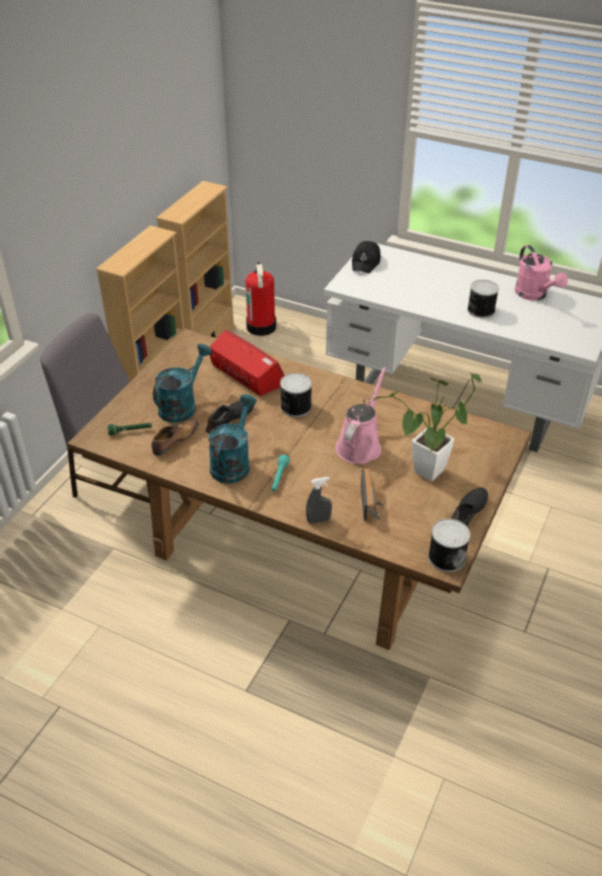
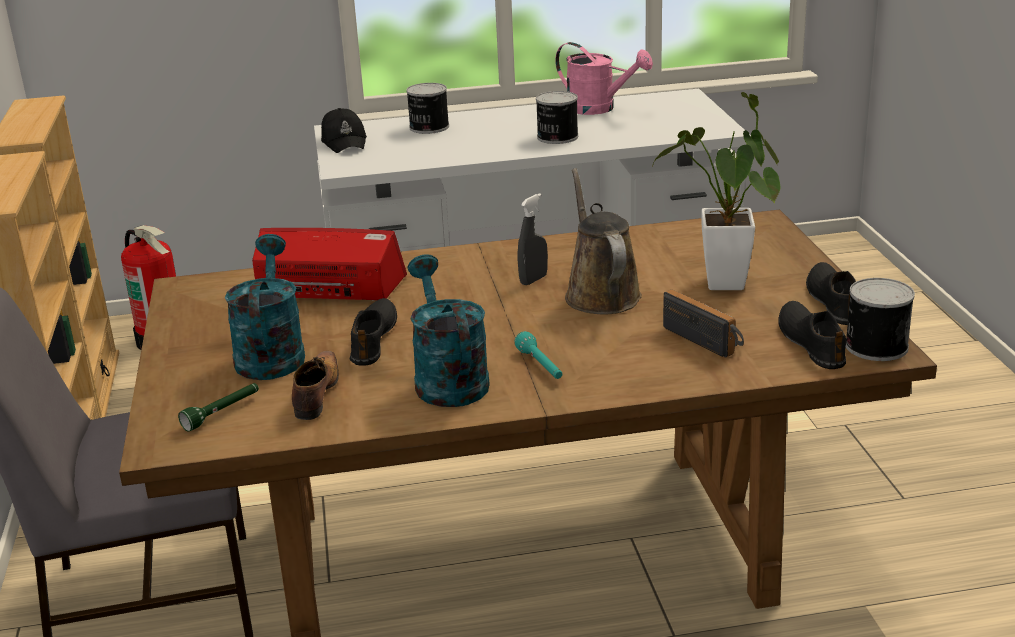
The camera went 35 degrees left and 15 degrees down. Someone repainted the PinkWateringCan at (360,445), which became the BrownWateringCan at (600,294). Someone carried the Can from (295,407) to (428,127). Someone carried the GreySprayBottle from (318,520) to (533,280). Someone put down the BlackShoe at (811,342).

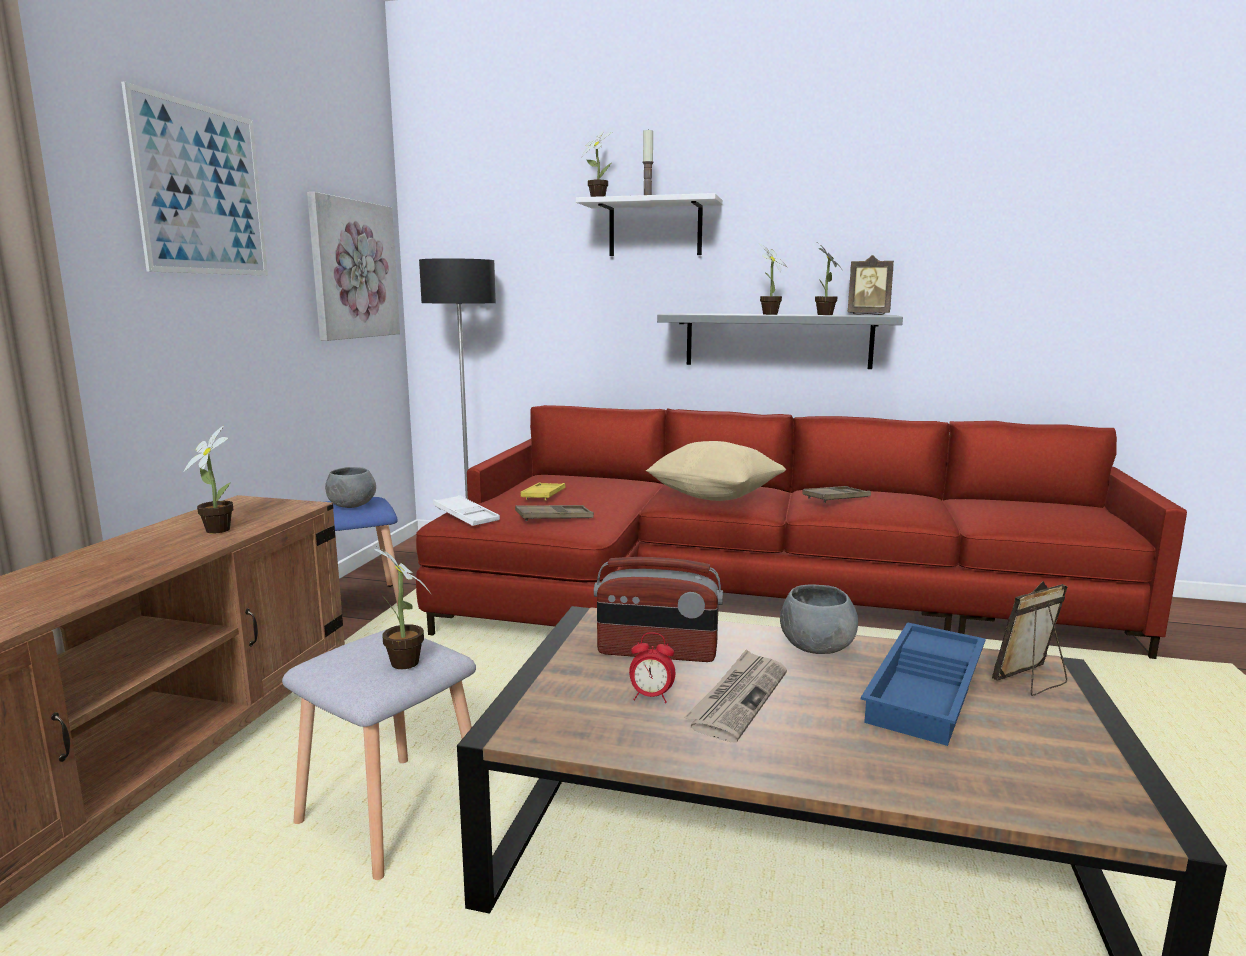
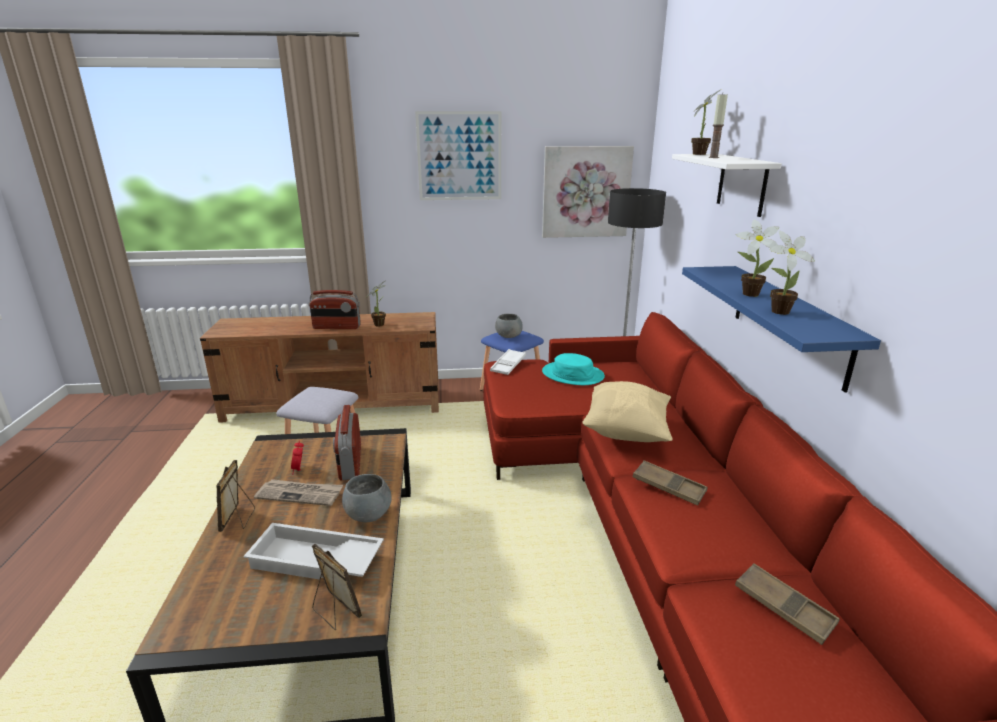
The camera went 70 degrees right and 10 degrees up. Someone carried the PictureFrame from (868,314) to (238,519). Someone repainted the GreyShelf at (778,340), which became the BlueShelf at (788,322). Someone swapped the YellowTray at (543,495) for the TurquoiseHat at (573,374). Someone carried the BrownTray from (554,518) to (783,607). Someone took away the PottedPlant at (405,665). Someone repainted the BlueTray at (928,692), which became the WhiteTray at (314,561). Someone put down the Radio at (336,327).

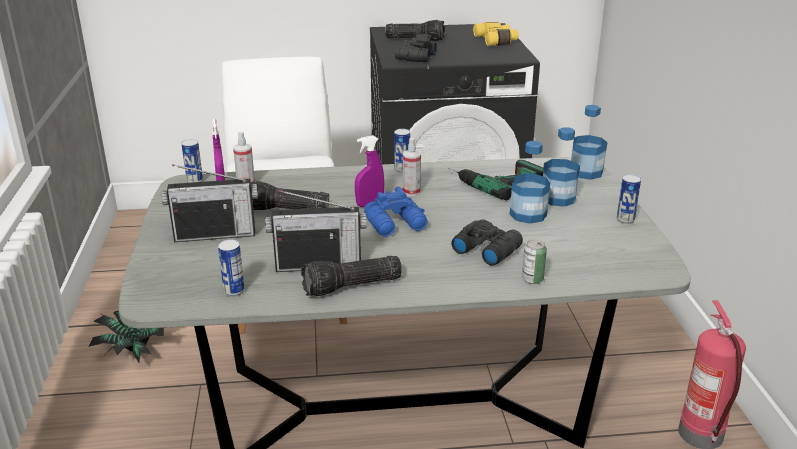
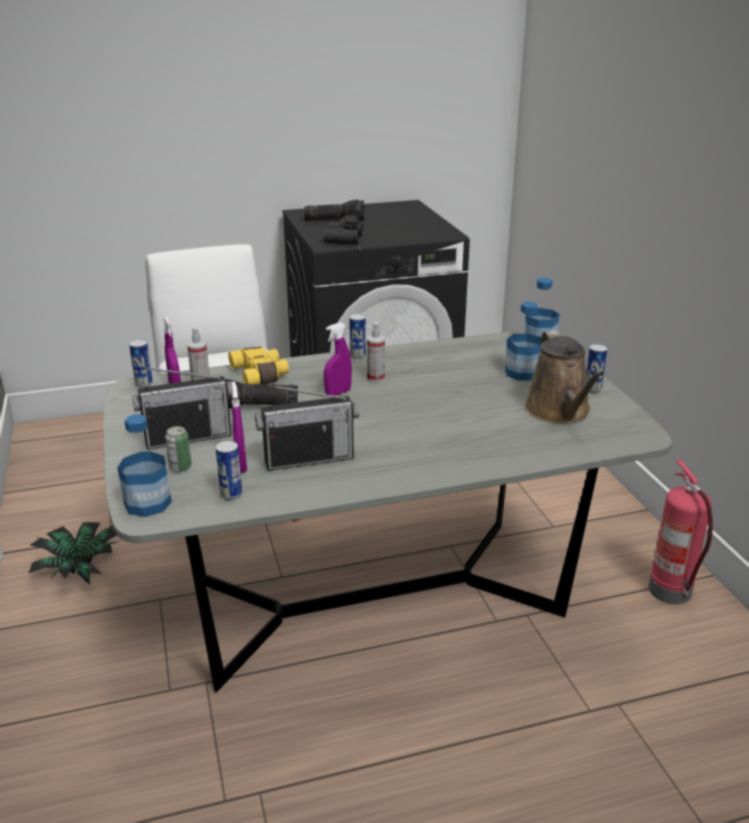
The camera went 10 degrees left and 0 degrees up. Someone carried the YellowBinoculars from (497,41) to (261,375). Someone carried the Bottle from (528,214) to (148,503). Someone took away the PowerDrill at (494,181). Someone took away the BlueBinoculars at (397,225). Someone took away the BlackBinoculars at (486,249). Someone carried the Can from (532,279) to (180,467). Someone took away the Flashlight at (352,287). Someone put down the BrownWateringCan at (559,412). Someone put down the PurpleSprayBottle at (241,465).

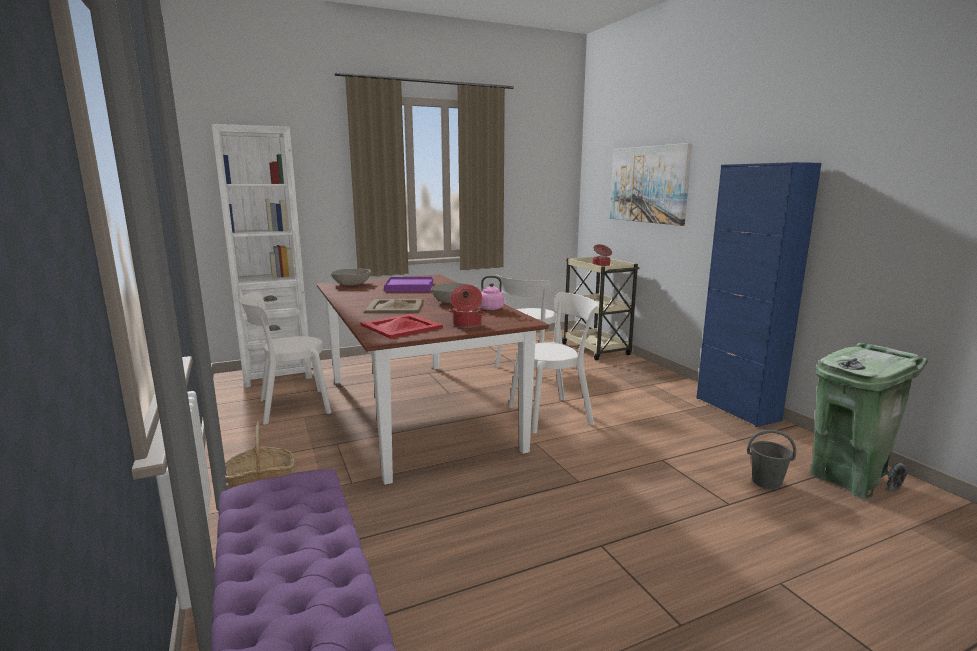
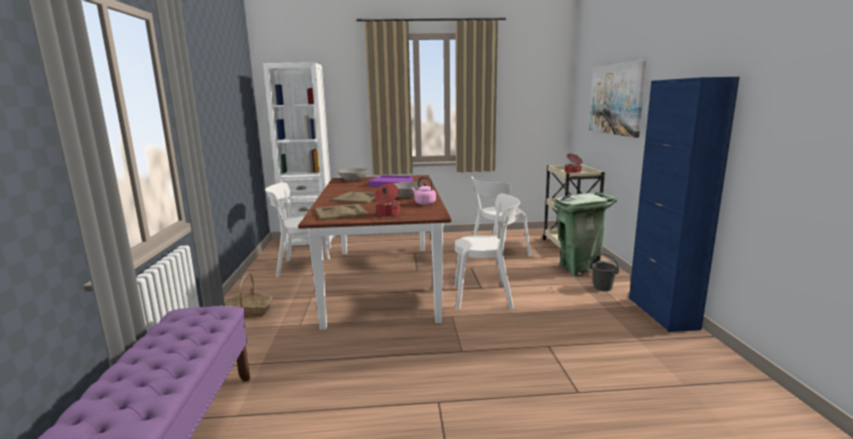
The camera went 20 degrees right and 0 degrees up. Someone repainted the RedTray at (401,326), which became the BeigeTray at (340,212). Someone carried the GreenTrashCan from (848,479) to (580,270). Someone carried the GreyBucket from (766,482) to (602,287).

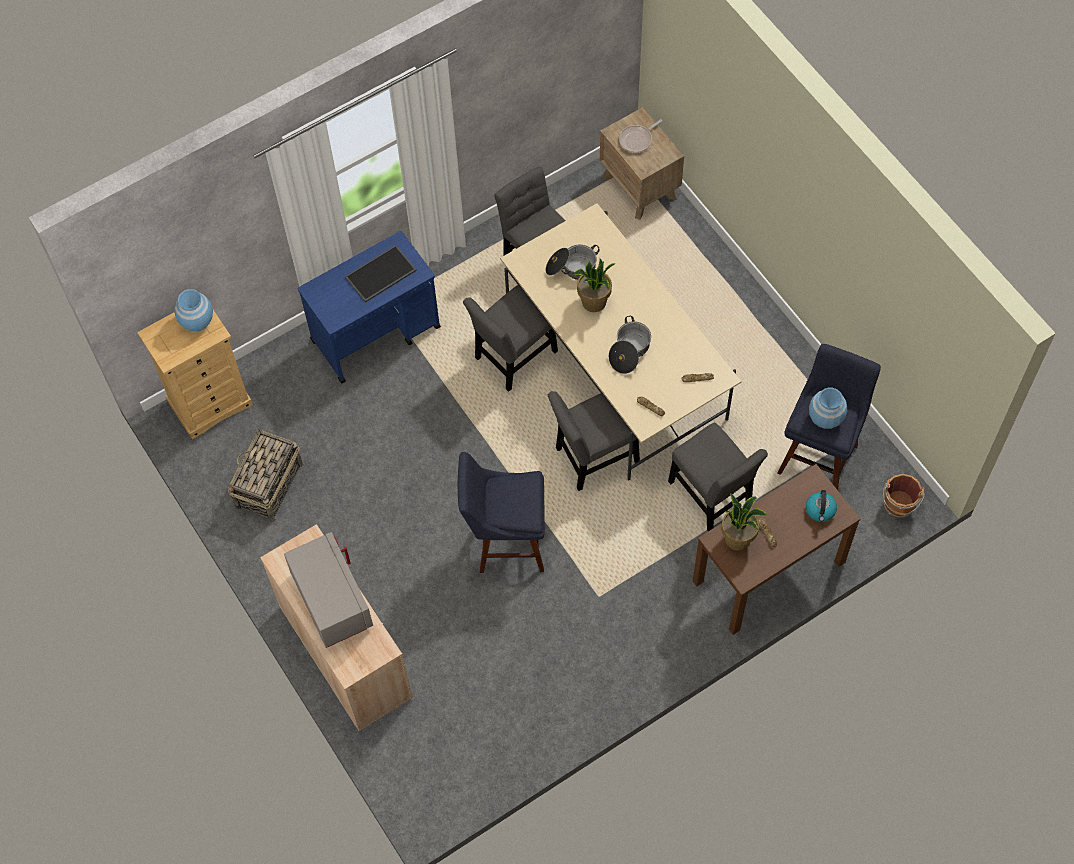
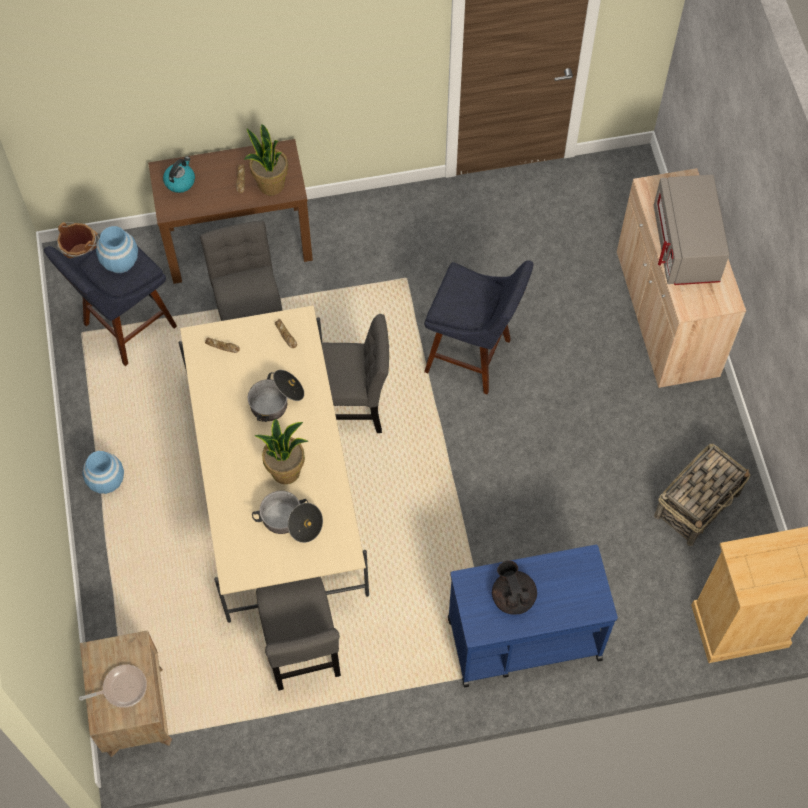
The camera went 160 degrees left and 0 degrees up. Someone swapped the Tray at (380,275) for the BlackTeapot at (513,596). Someone took away the GreyChair at (513,358). Someone carried the BlueVase from (197,321) to (106,481).

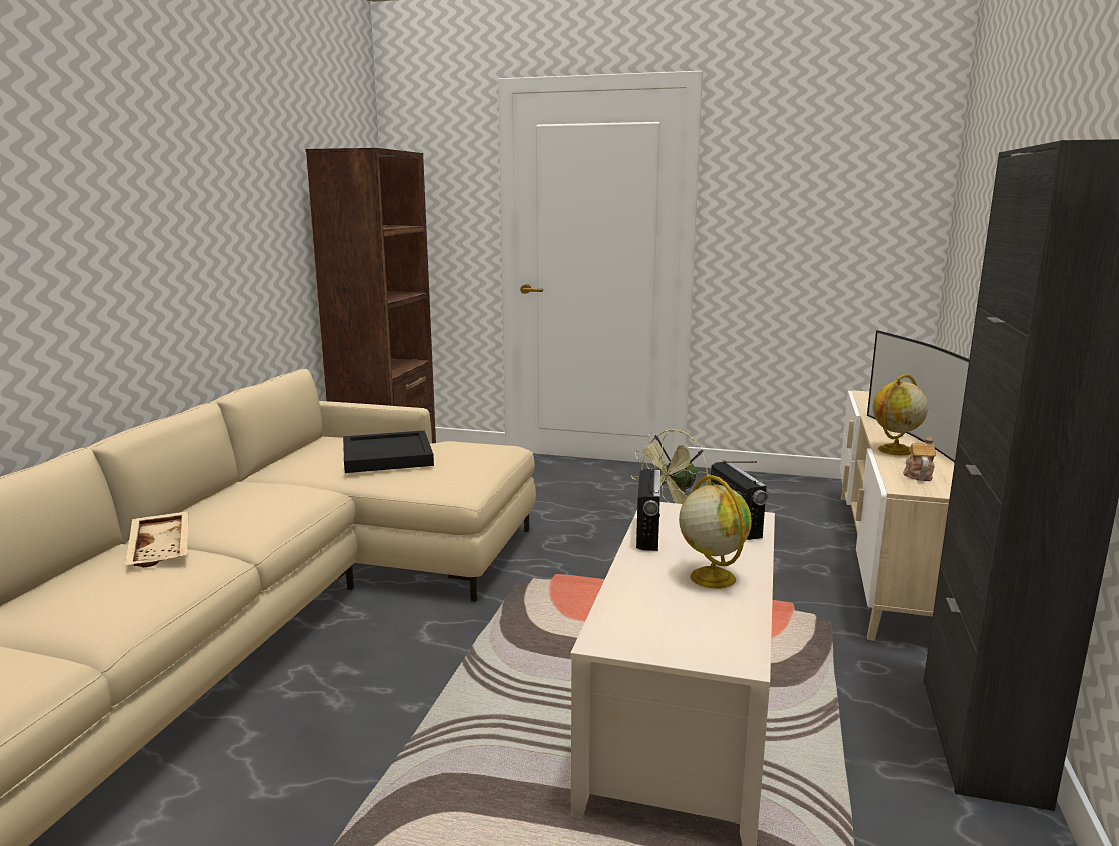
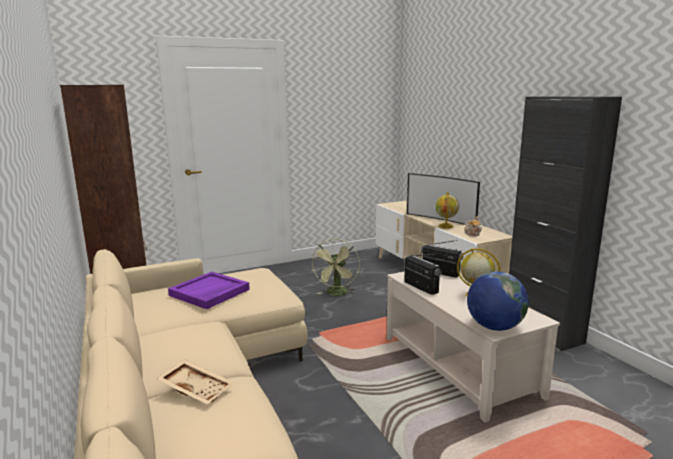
The camera went 40 degrees left and 0 degrees up. Someone repainted the BlackTray at (386,456), which became the PurpleTray at (209,293). Someone put down the Globe at (494,327).

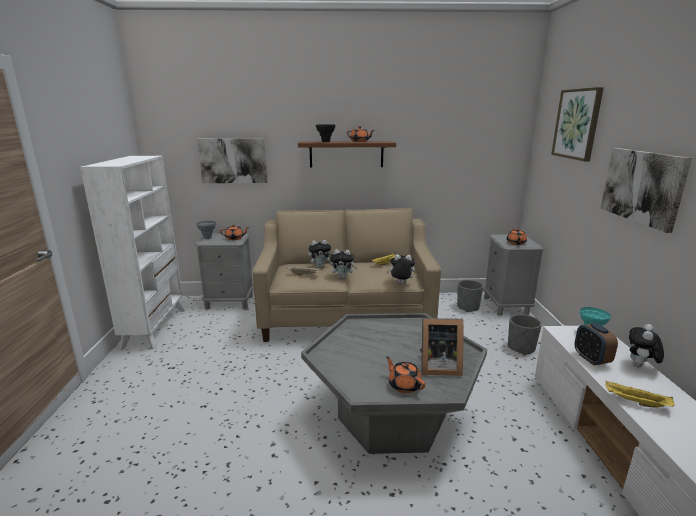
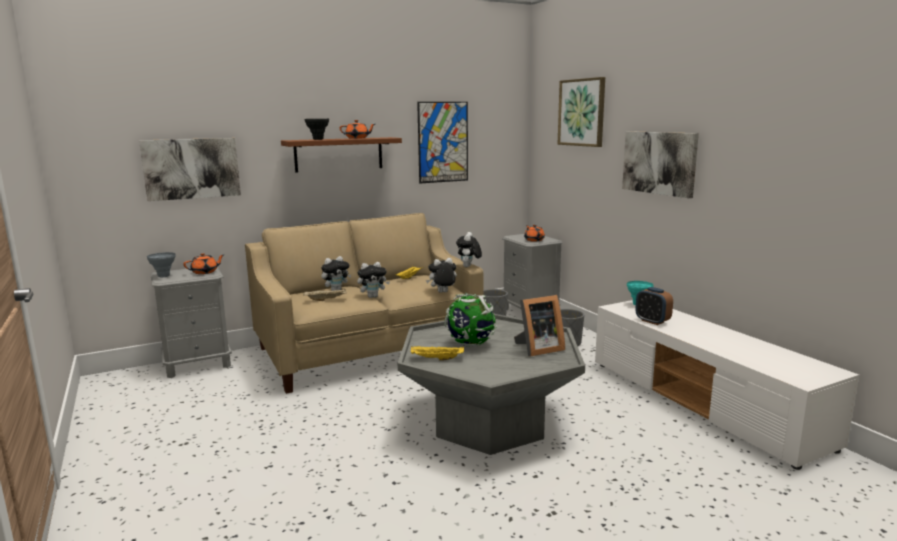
The camera went 25 degrees left and 5 degrees down. Someone took away the WhiteBookcase at (155,328). Someone carried the PlushToy from (640,366) to (468,267). Someone took away the OrangeTeapot at (404,385). Someone carried the YellowTray from (635,402) to (436,359). Someone put up the Picture at (443,142). Someone put down the Globe at (470,344).

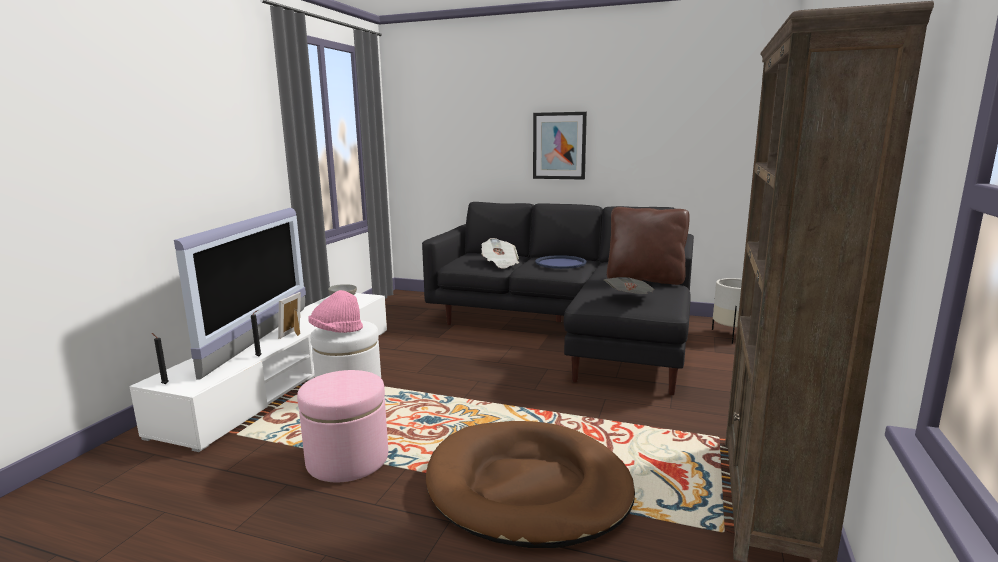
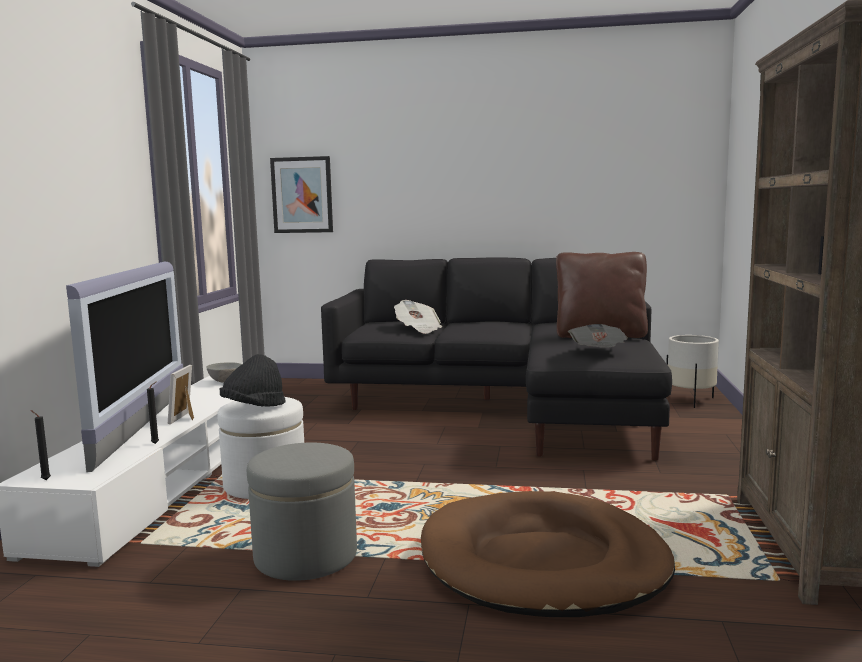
The camera went 10 degrees left and 5 degrees down. Someone carried the Picture from (559,146) to (302,195). Someone took away the BlueTray at (560,263). Someone repainted the PinkHat at (336,332), which became the BlackHat at (253,408). Someone repainted the PinkOttoman at (347,459), which became the GreyOttoman at (305,556).

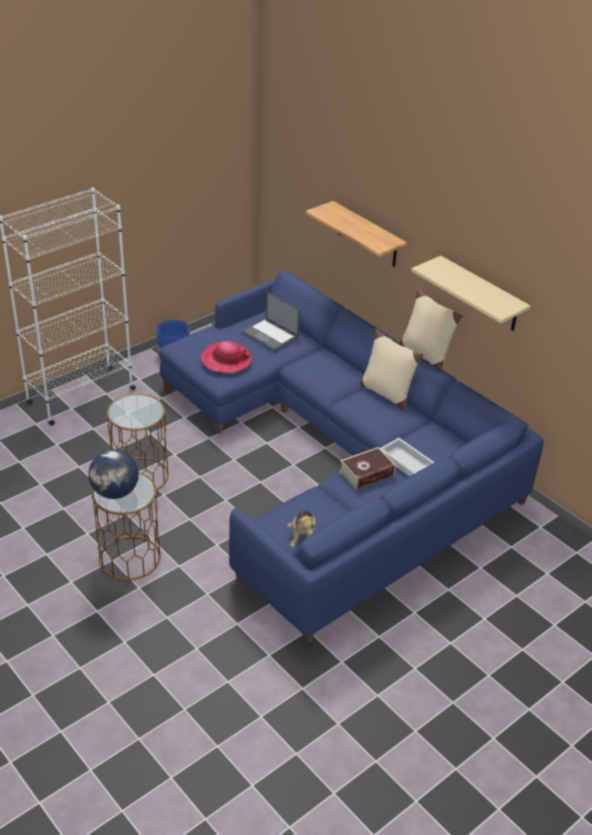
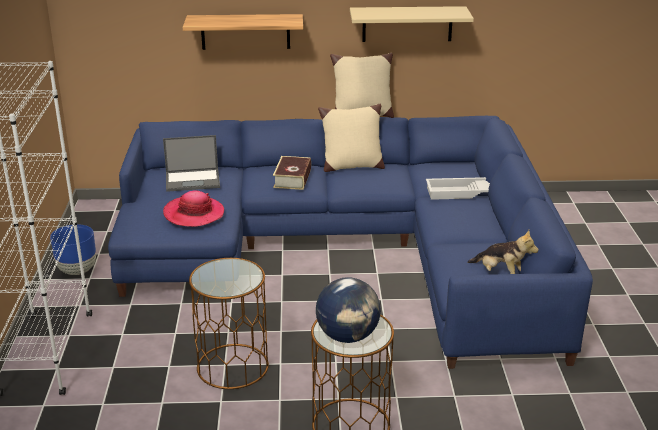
The camera went 50 degrees left and 10 degrees down. Someone carried the Book from (366,473) to (292,178).

